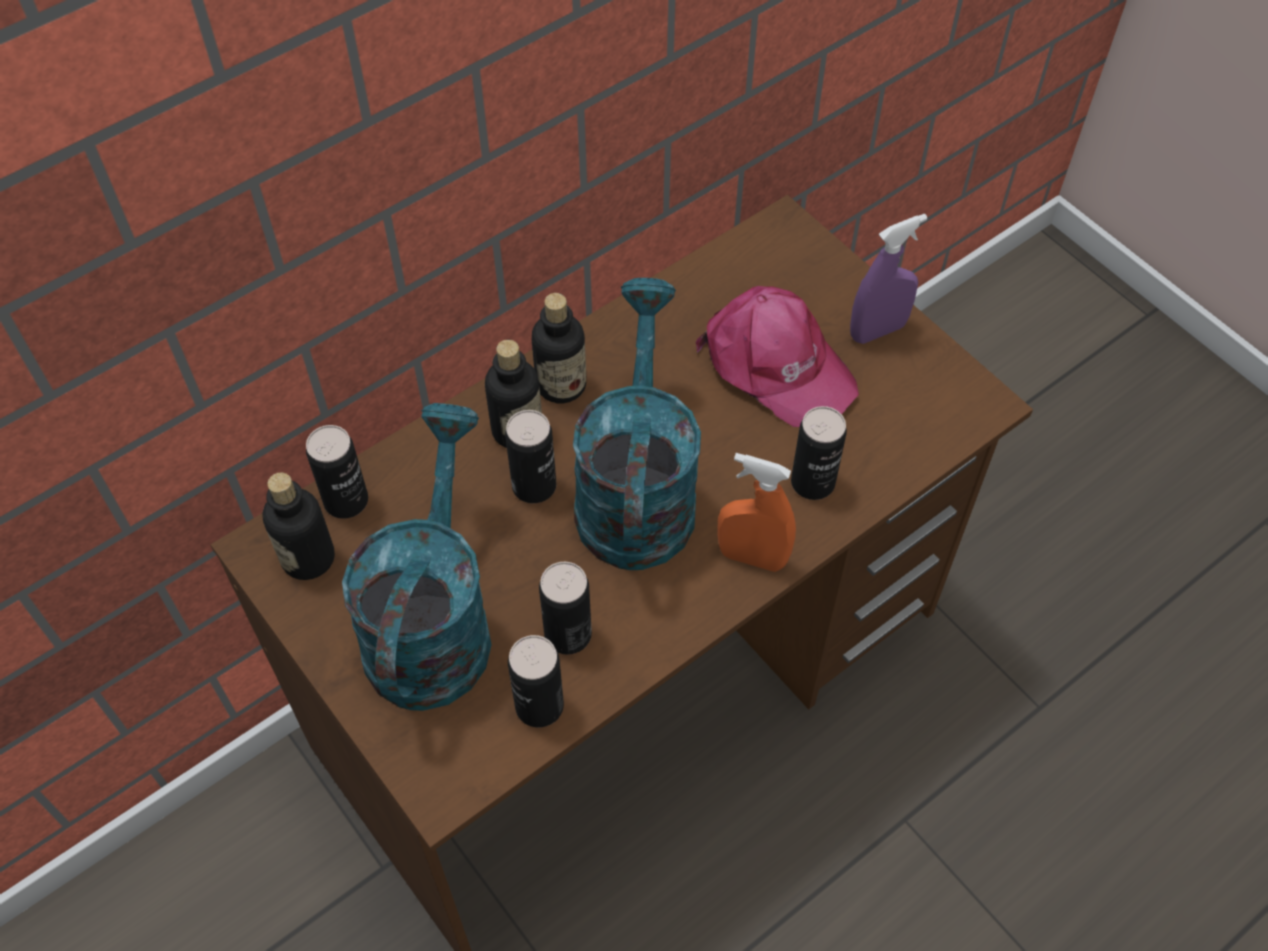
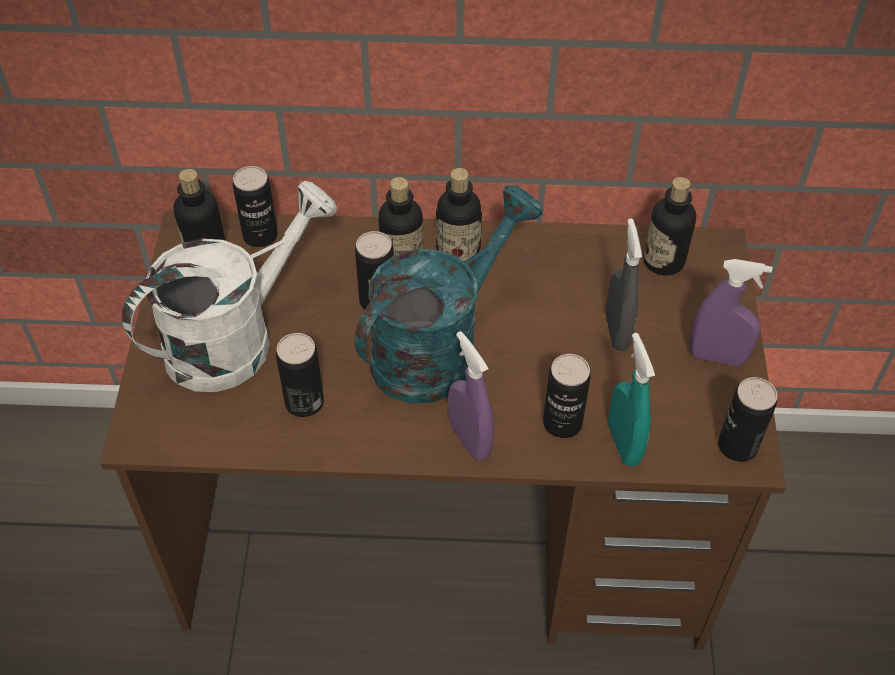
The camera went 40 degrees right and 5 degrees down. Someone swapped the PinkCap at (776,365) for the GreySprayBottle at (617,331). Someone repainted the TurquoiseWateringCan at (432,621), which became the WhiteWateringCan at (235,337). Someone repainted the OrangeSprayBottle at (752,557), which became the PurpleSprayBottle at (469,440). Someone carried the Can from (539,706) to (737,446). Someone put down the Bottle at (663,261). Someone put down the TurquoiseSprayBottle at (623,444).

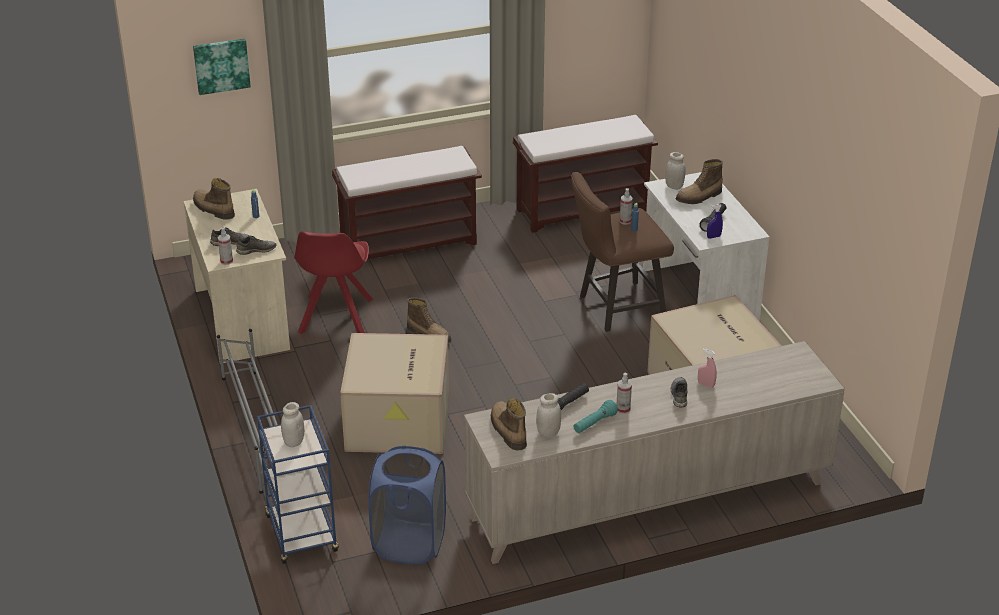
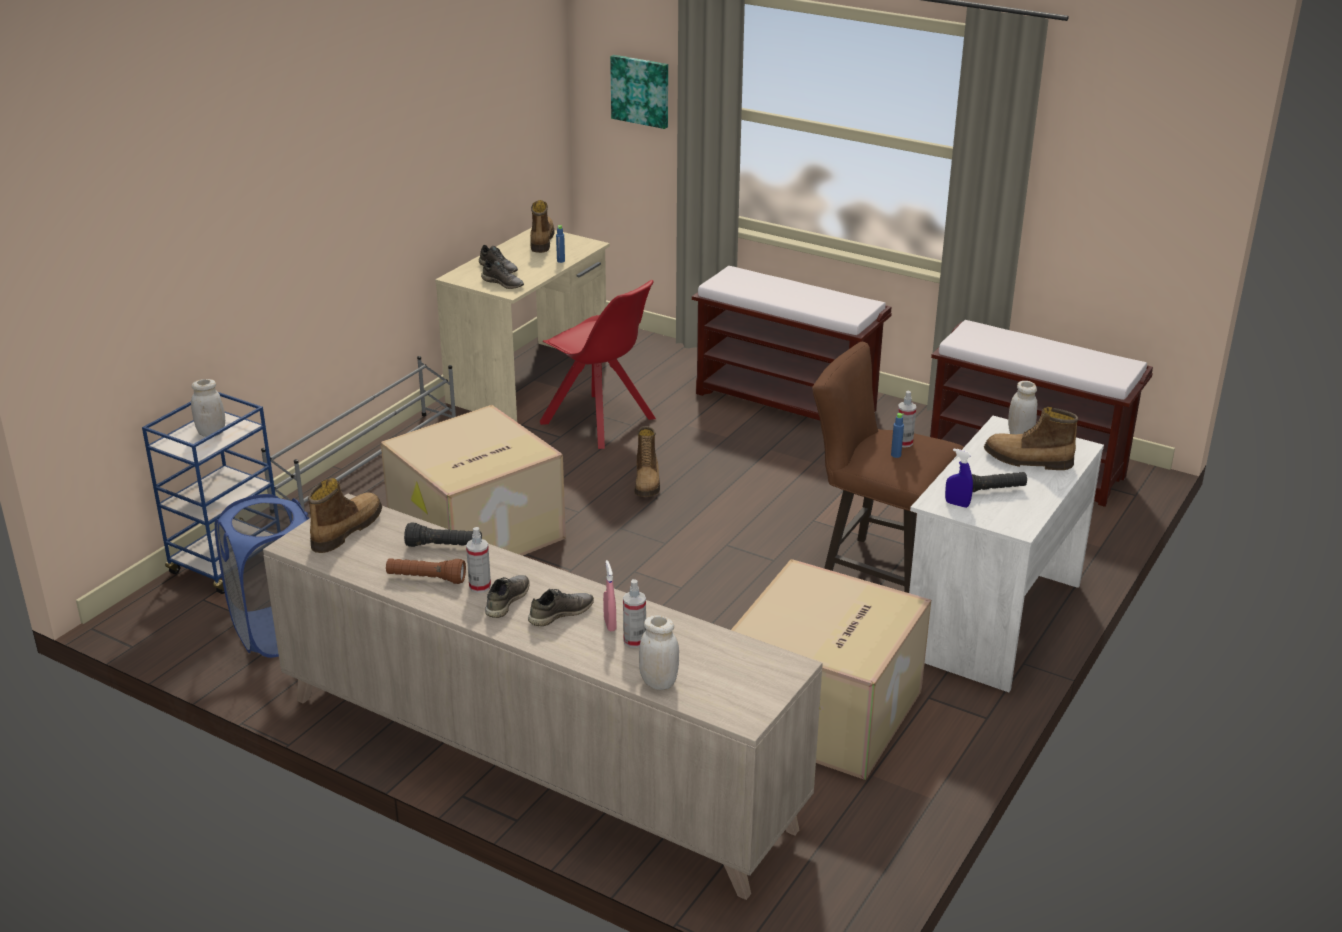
The camera went 50 degrees right and 5 degrees down. Someone carried the SprayBottle from (226,261) to (634,641). Someone rotated the RedChair at (335,317) by 105 degrees counterclockwise. Someone carried the WhiteJar from (548,433) to (658,682). Someone repainted the TurquoiseFlashlight at (594,423), which became the BrownFlashlight at (426,579). Someone put down the GreyShoe at (506,601).

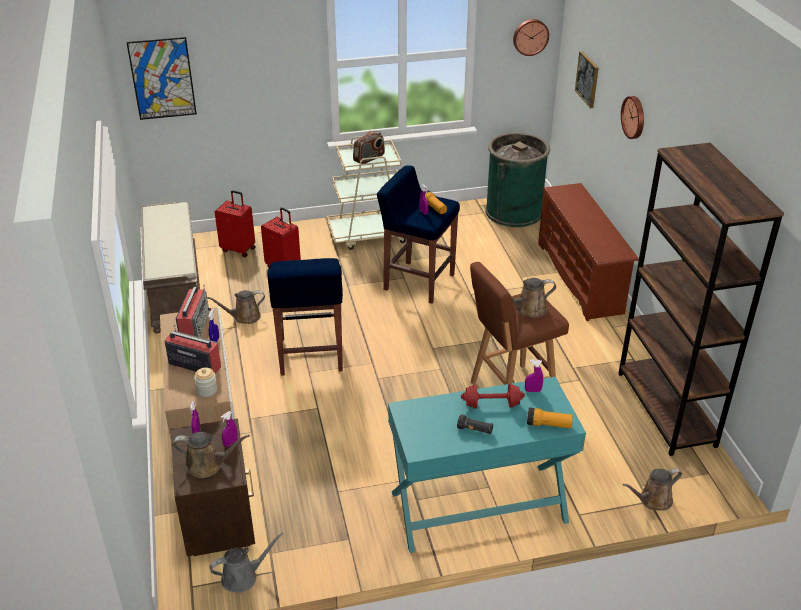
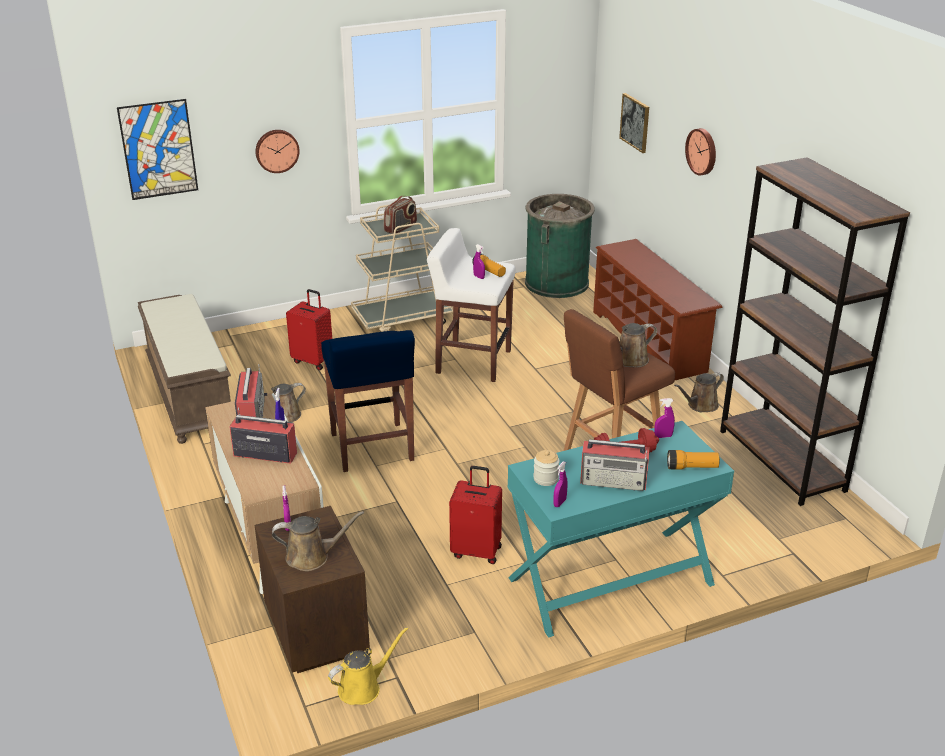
The camera went 10 degrees left and 5 degrees down. Someone carried the WallClock from (530,36) to (276,150). Someone repainted the BlueStool at (418,282), which became the WhiteStool at (472,361). Someone carried the RedSuitcase from (239,249) to (477,551). Someone carried the Jar from (207,390) to (546,479). Someone carried the PurpleSprayBottle from (230,443) to (559,503). Someone swapped the BlackFlashlight at (475,430) for the Radio at (614,481). Someone carried the BrownWateringCan from (653,500) to (700,406). Someone repainted the GreyWateringCan at (243,577), which became the YellowWateringCan at (363,687).

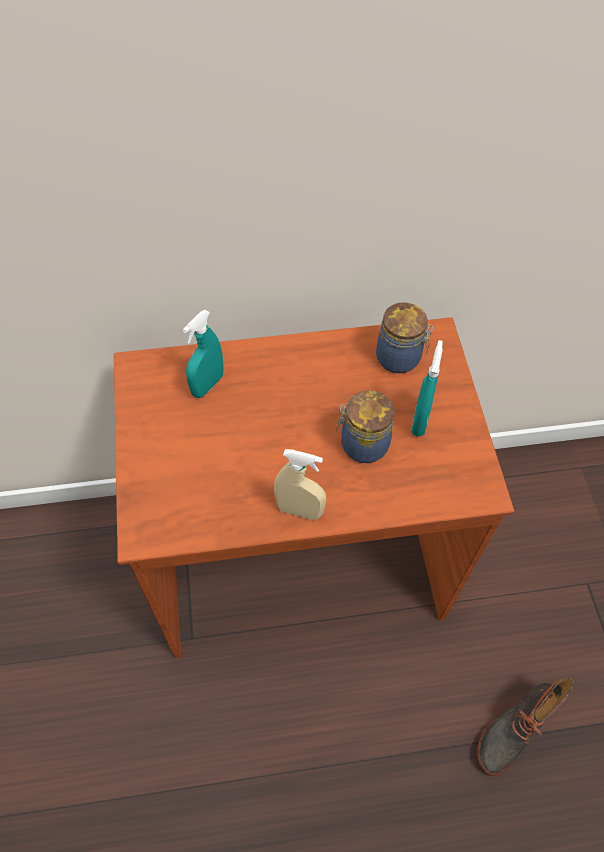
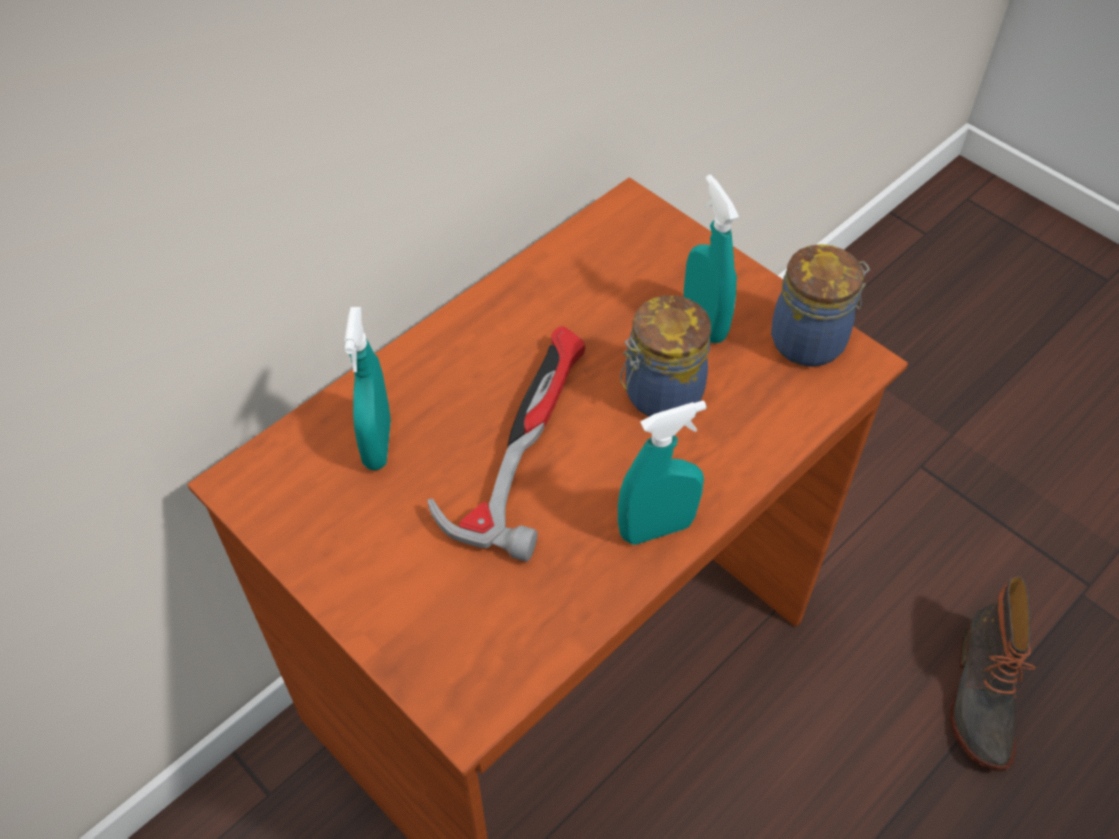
The camera went 35 degrees left and 5 degrees down. Someone carried the Jar from (400,358) to (811,340). Someone repainted the BeigeSprayBottle at (299,510), which became the TurquoiseSprayBottle at (656,528). Someone put down the Hammer at (520,440).

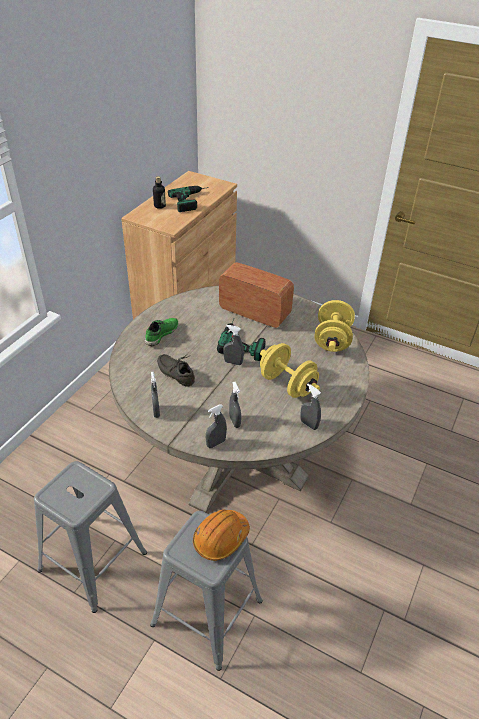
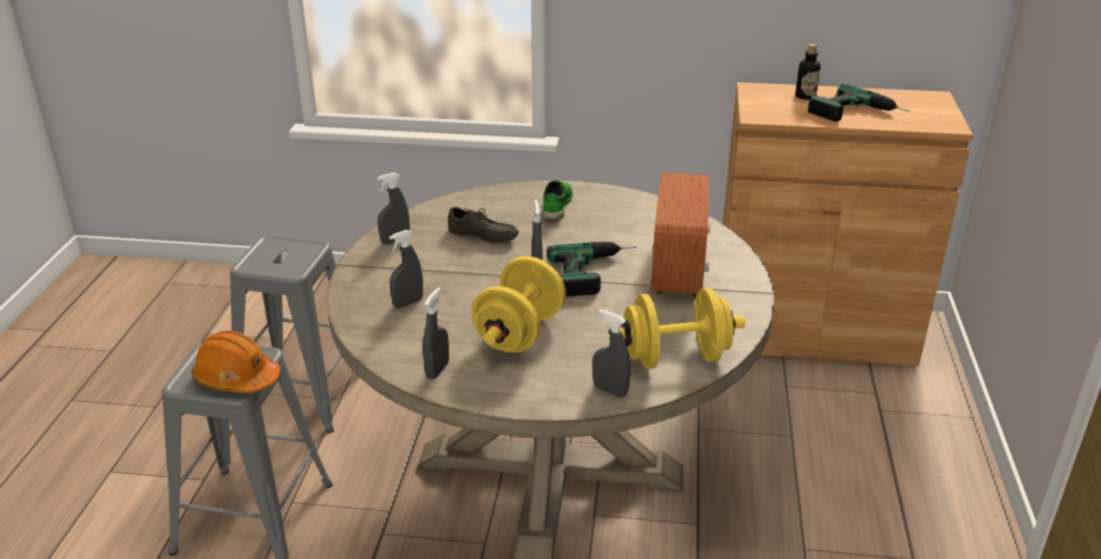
The camera went 70 degrees right and 10 degrees down. Someone rotated the GreenShoe at (161,334) by 90 degrees counterclockwise. Someone rotated the GreyShoe at (177,372) by 90 degrees clockwise. Someone carried the GreySprayBottle from (216,443) to (610,391).

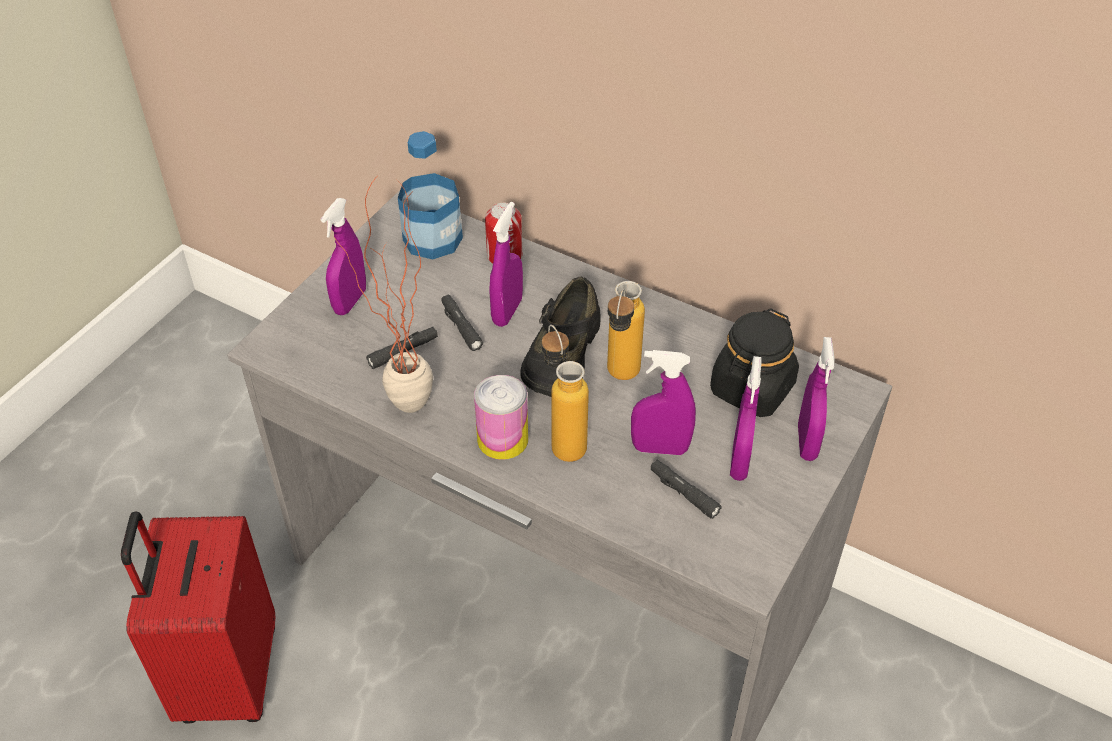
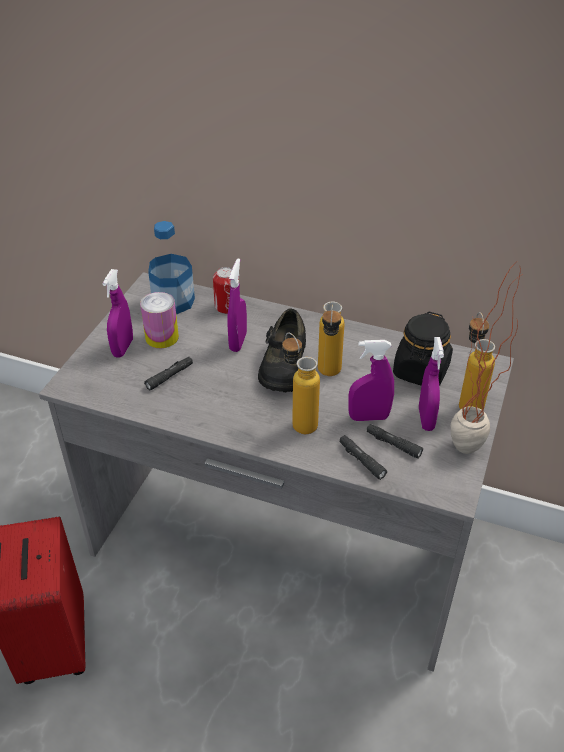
The camera went 10 degrees left and 5 degrees down. Someone carried the PottedPlant from (402,415) to (463,456). Someone carried the BlackFlashlight from (461,327) to (361,460). Someone swapped the PurpleSprayBottle at (807,442) for the Bottle at (468,400). Someone carried the Can from (502,439) to (162,337).

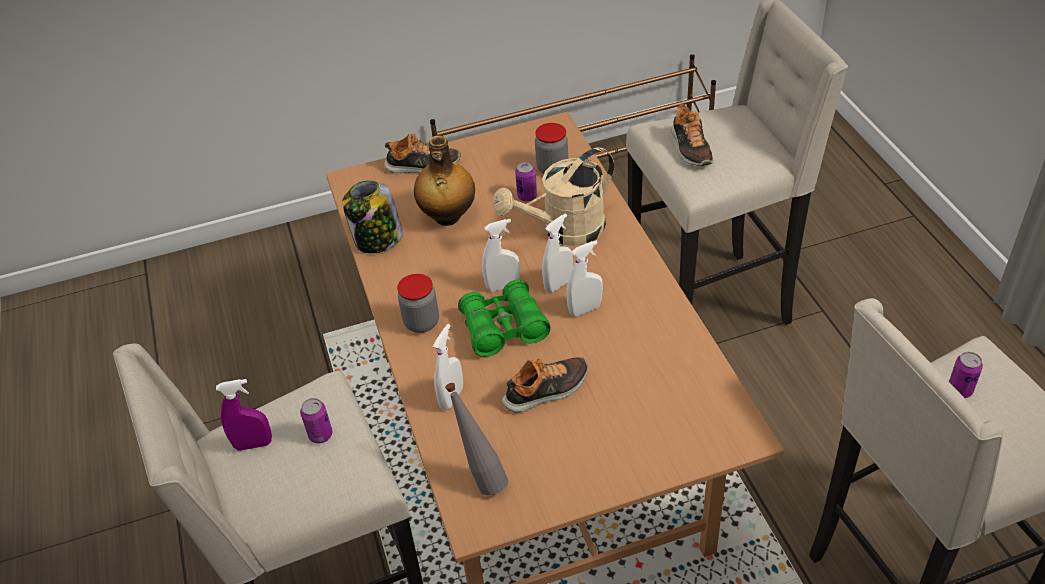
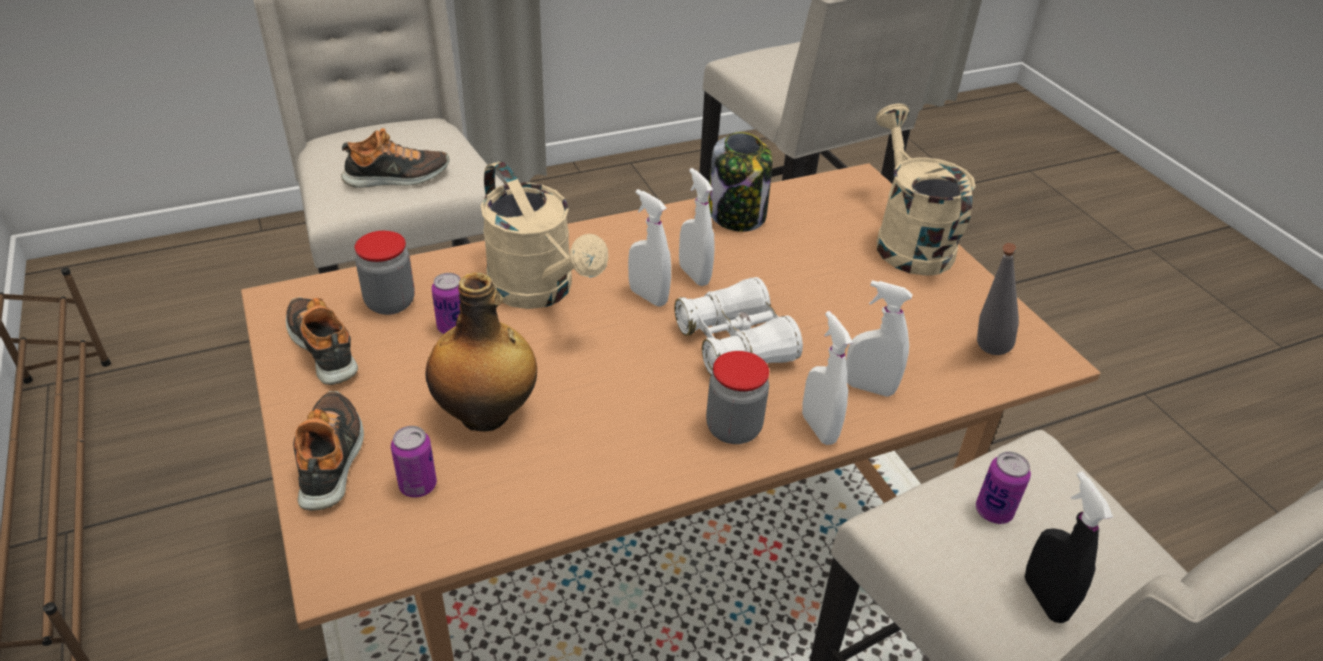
The camera went 100 degrees left and 5 degrees down. Someone carried the Jar from (377,240) to (737,215). Someone carried the WhiteSprayBottle from (503,286) to (818,428). Someone repainted the GreenBinoculars at (504,328), which became the WhiteBinoculars at (735,344). Someone carried the Can from (959,390) to (418,486). Someone carried the Shoe from (547,390) to (324,347). Someone repainted the PurpleSprayBottle at (253,444), which became the BlackSprayBottle at (1044,598). Someone put down the BeigeWateringCan at (907,240).

